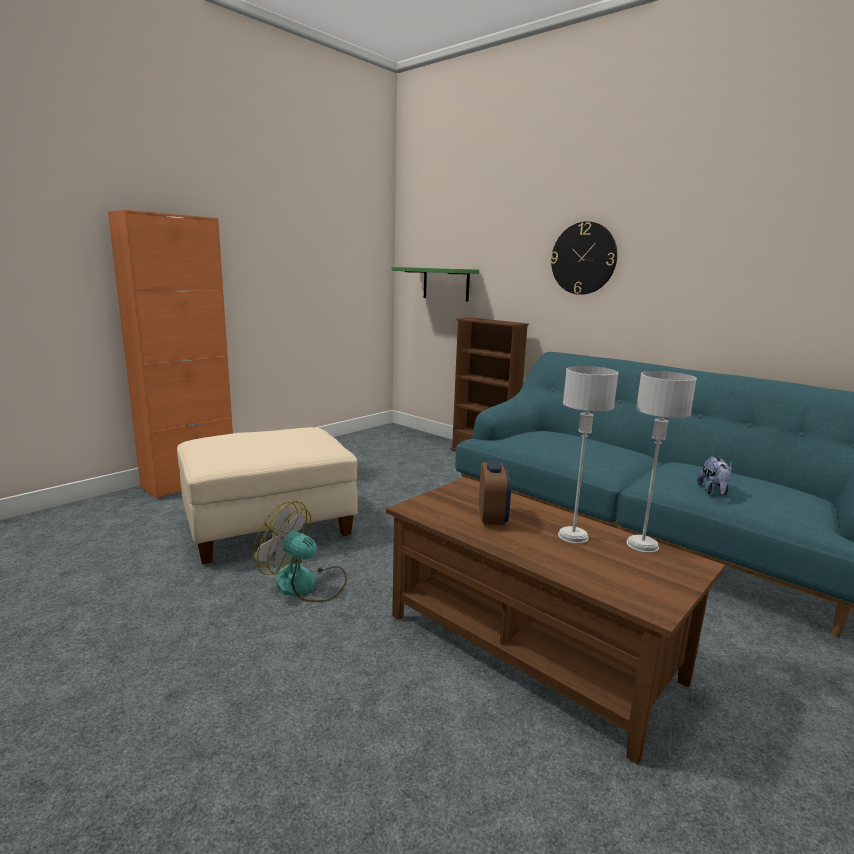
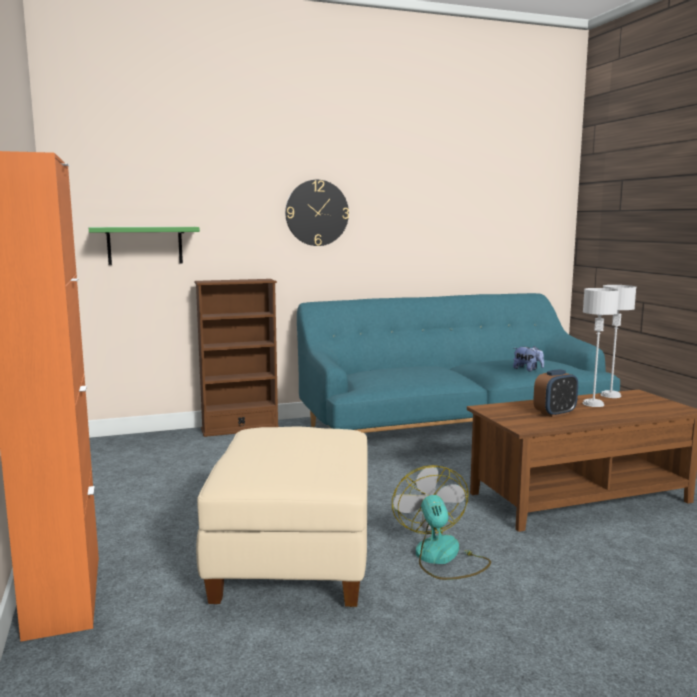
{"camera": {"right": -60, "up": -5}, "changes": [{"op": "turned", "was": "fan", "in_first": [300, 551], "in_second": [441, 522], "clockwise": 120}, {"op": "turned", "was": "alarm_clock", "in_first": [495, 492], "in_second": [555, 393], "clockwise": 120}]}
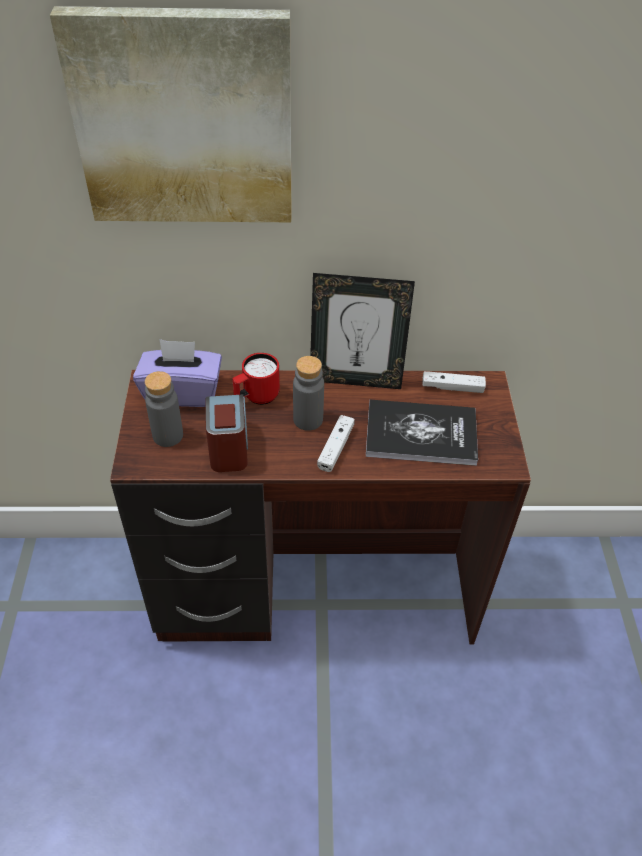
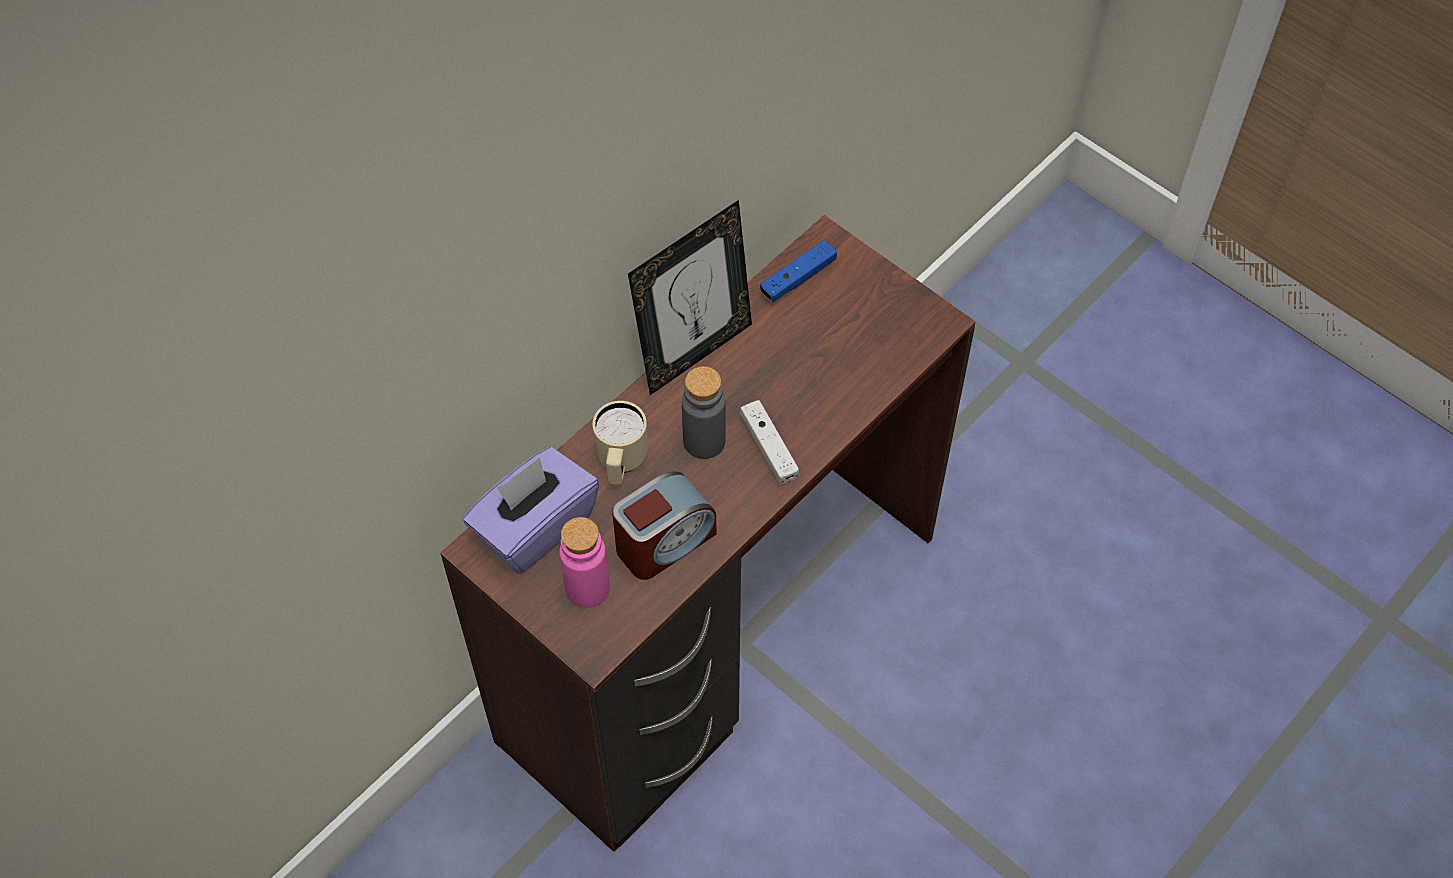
{"camera": {"right": -45, "up": 10}, "changes": [{"op": "removed", "was": "wall_picture", "in_first": [170, 114]}, {"op": "recoloured", "was": "gray_beverage_bottle", "now": "pink_beverage_bottle", "in_first": [164, 409], "in_second": [584, 562]}, {"op": "turned", "was": "alarm_clock", "in_first": [226, 433], "in_second": [664, 525], "clockwise": 105}, {"op": "recoloured", "was": "red-coloured_mug", "now": "beige-coloured_mug", "in_first": [256, 379], "in_second": [620, 443]}, {"op": "removed", "was": "volume", "in_first": [422, 433]}, {"op": "recoloured", "was": "whitish_game_controller", "now": "blue_game_controller", "in_first": [454, 382], "in_second": [798, 271]}]}
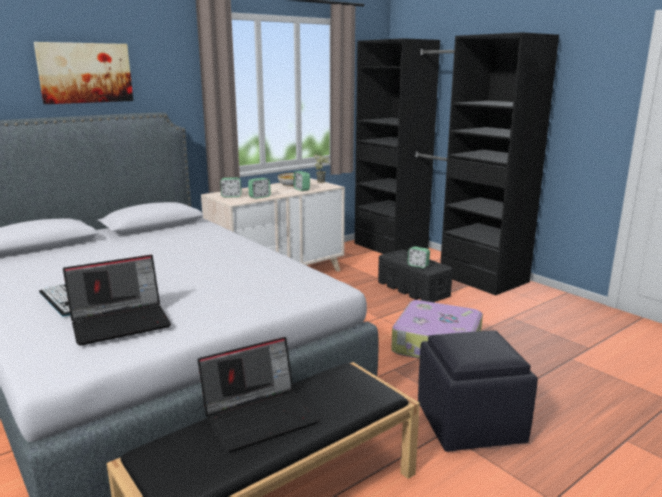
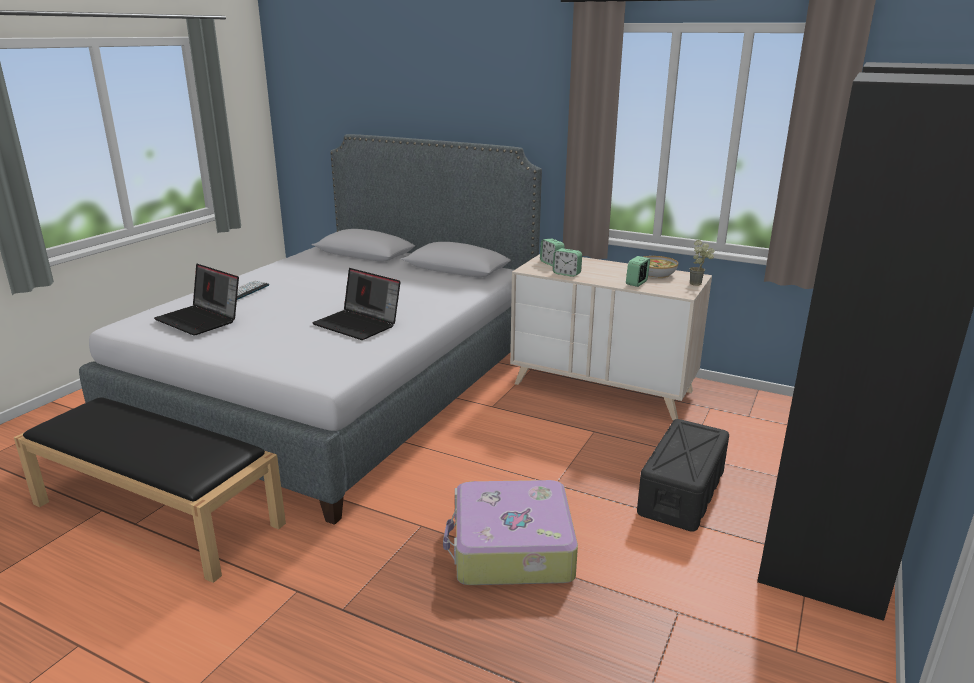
{"camera": {"right": 65, "up": 5}, "changes": [{"op": "removed", "was": "wall_picture", "in_first": [83, 73]}, {"op": "moved", "was": "portable_computer", "in_first": [258, 395], "in_second": [356, 304]}, {"op": "removed", "was": "alarm_clock", "in_first": [418, 257]}, {"op": "removed", "was": "black-coloured_footrest", "in_first": [478, 391]}]}
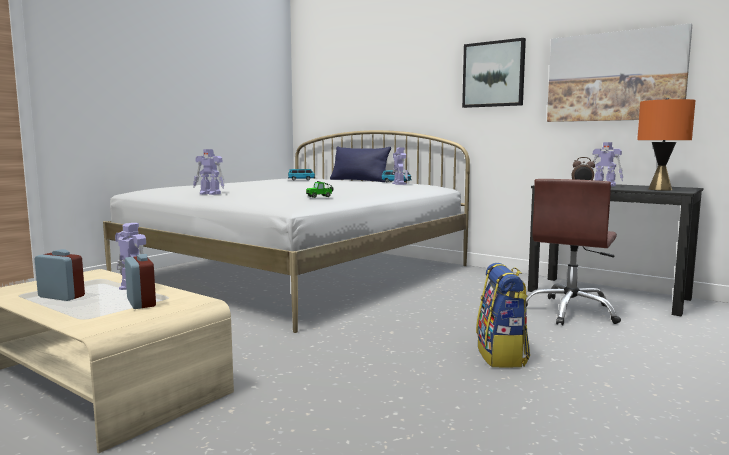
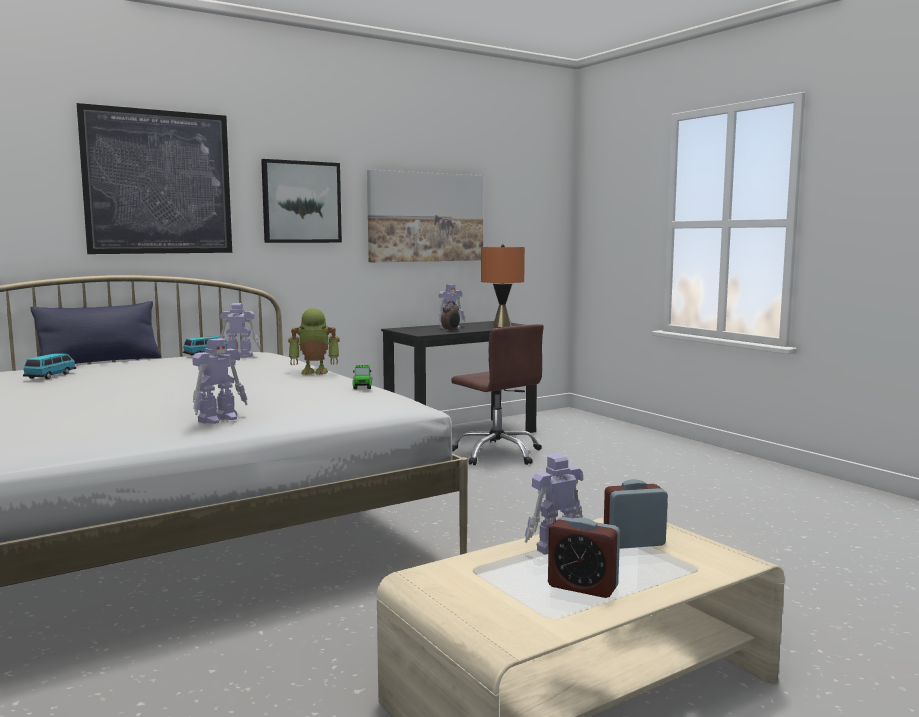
{"camera": {"right": -70, "up": 0}, "changes": [{"op": "turned", "was": "alarm_clock", "in_first": [60, 275], "in_second": [584, 557], "clockwise": -105}, {"op": "removed", "was": "knapsack", "in_first": [503, 315]}, {"op": "added", "now": "wall_picture", "in_second": [154, 178]}, {"op": "added", "now": "robot_figure", "in_second": [313, 341]}]}
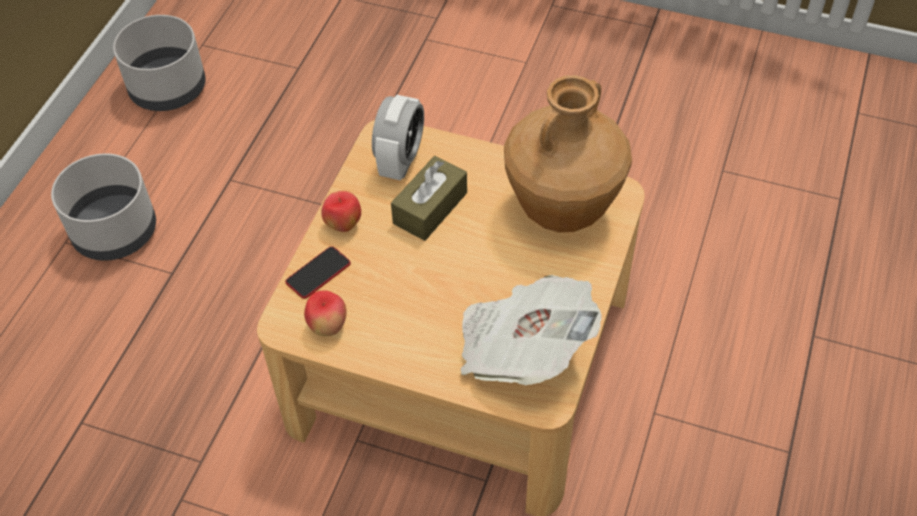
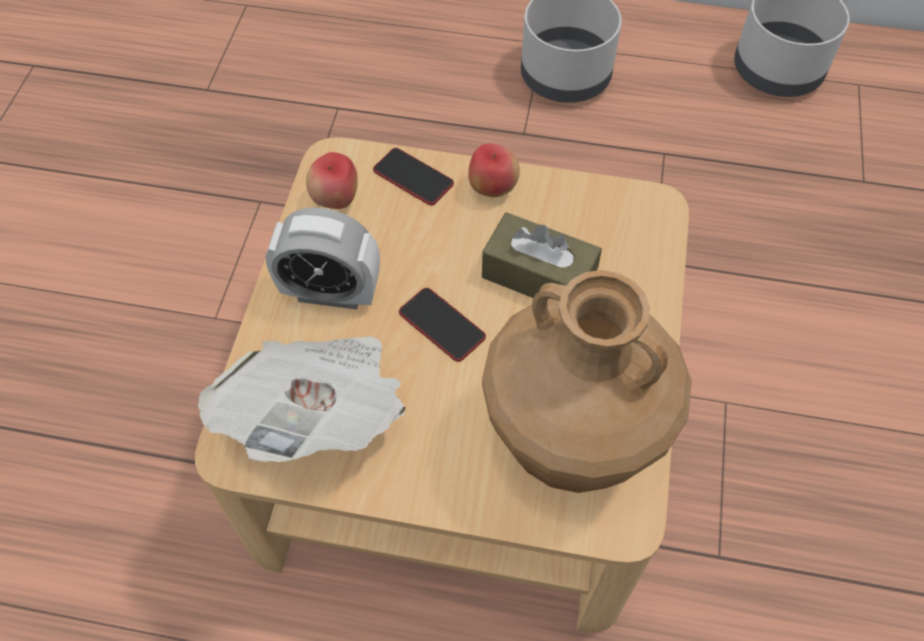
{"camera": {"right": 80, "up": 5}, "changes": [{"op": "moved", "was": "alarm_clock", "in_first": [398, 138], "in_second": [323, 259]}, {"op": "added", "now": "telephone", "in_second": [442, 325]}]}
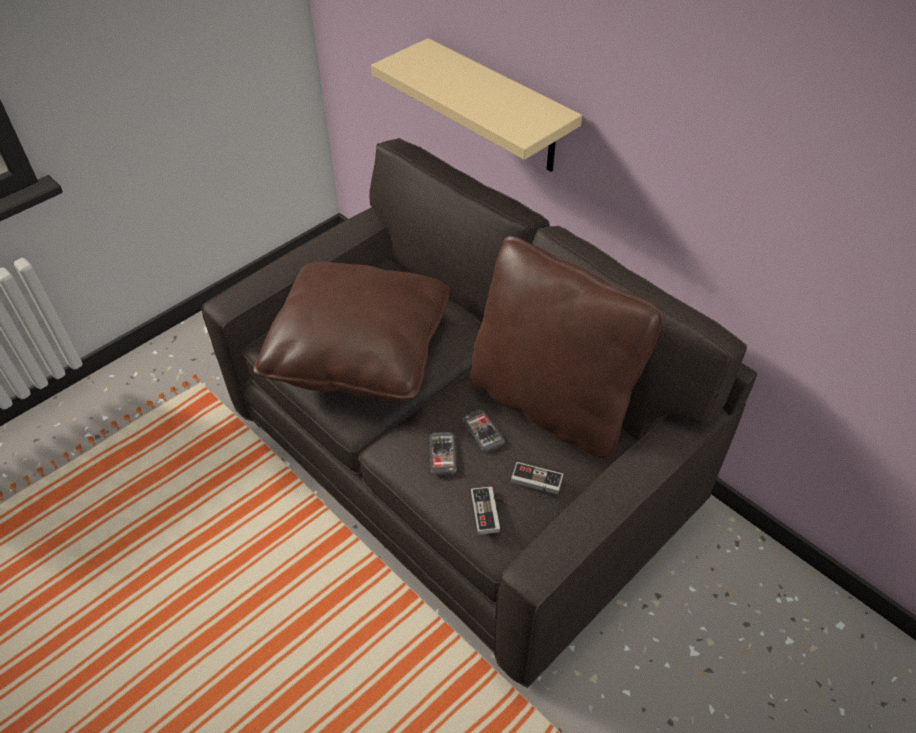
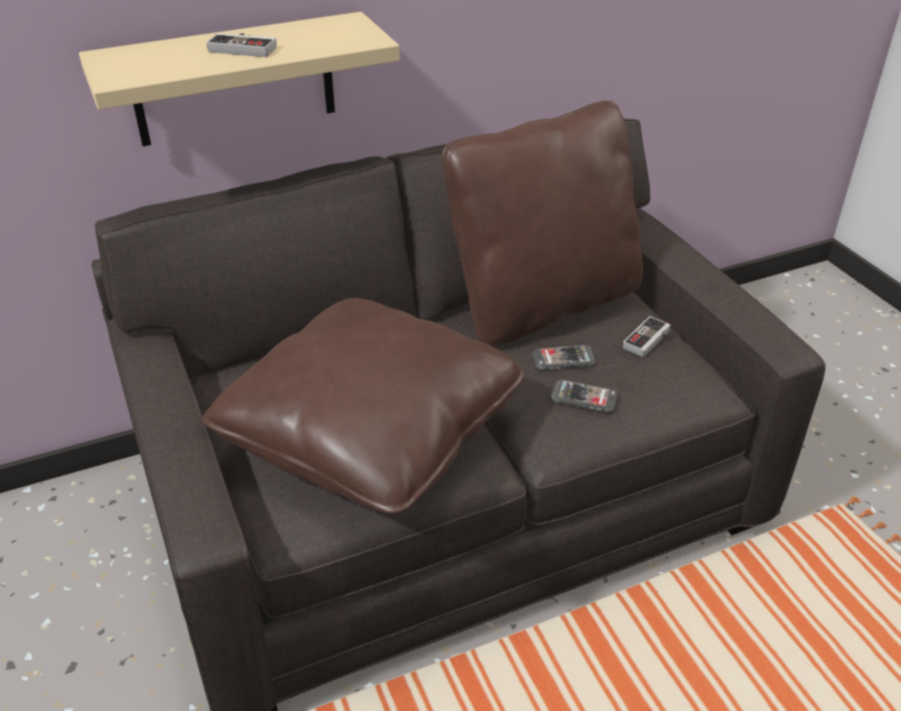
{"camera": {"right": -70, "up": -10}, "changes": [{"op": "moved", "was": "game_controller", "in_first": [488, 510], "in_second": [241, 45]}]}
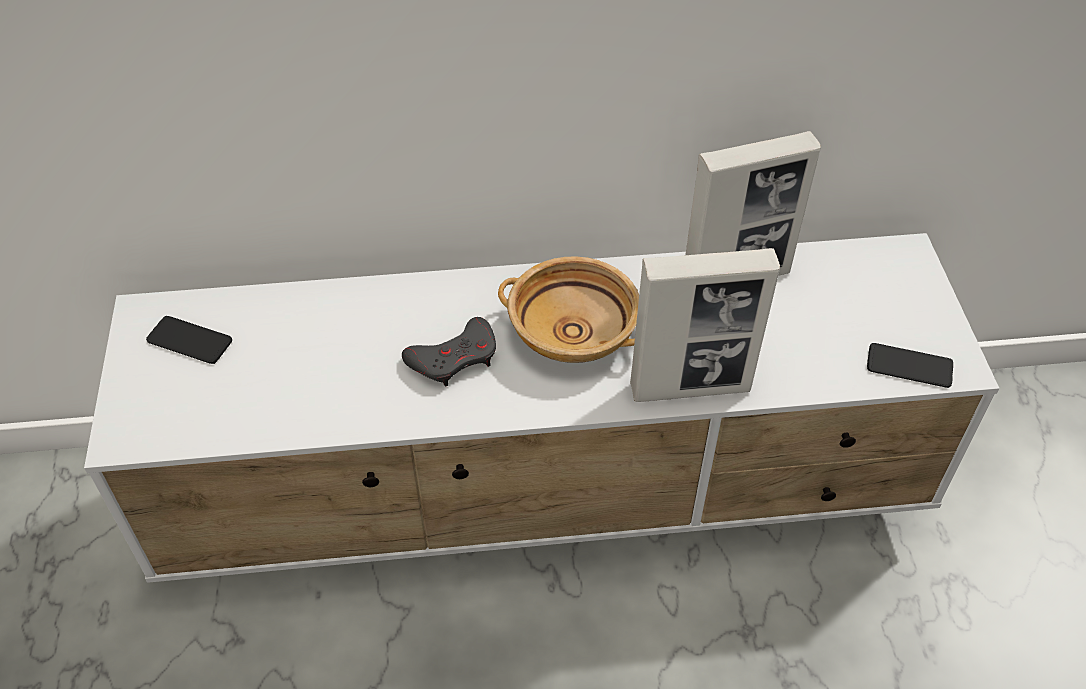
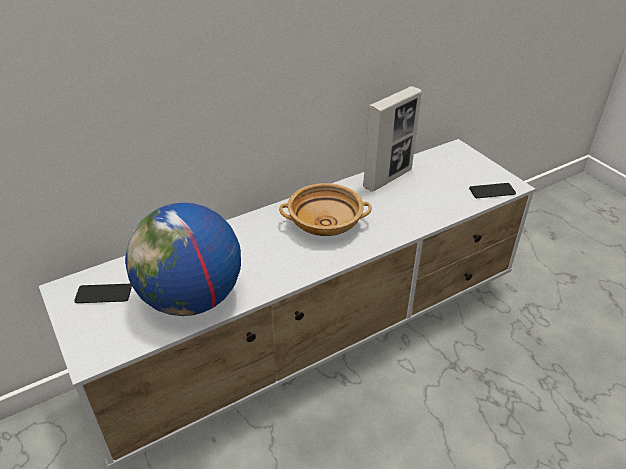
{"camera": {"right": -25, "up": -10}, "changes": [{"op": "removed", "was": "gray_game_controller", "in_first": [449, 352]}, {"op": "removed", "was": "photo_frame", "in_first": [705, 325]}, {"op": "added", "now": "world_globe", "in_second": [183, 259]}]}
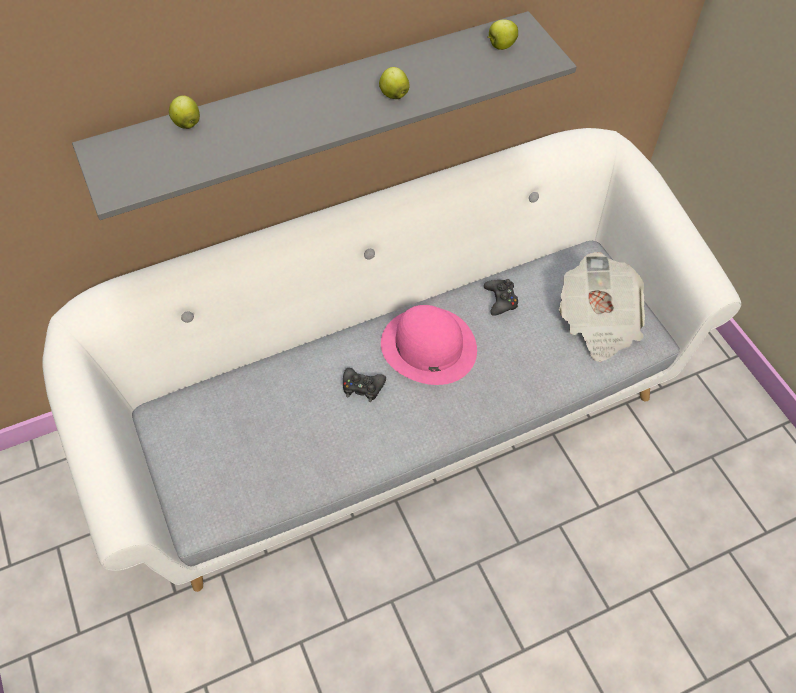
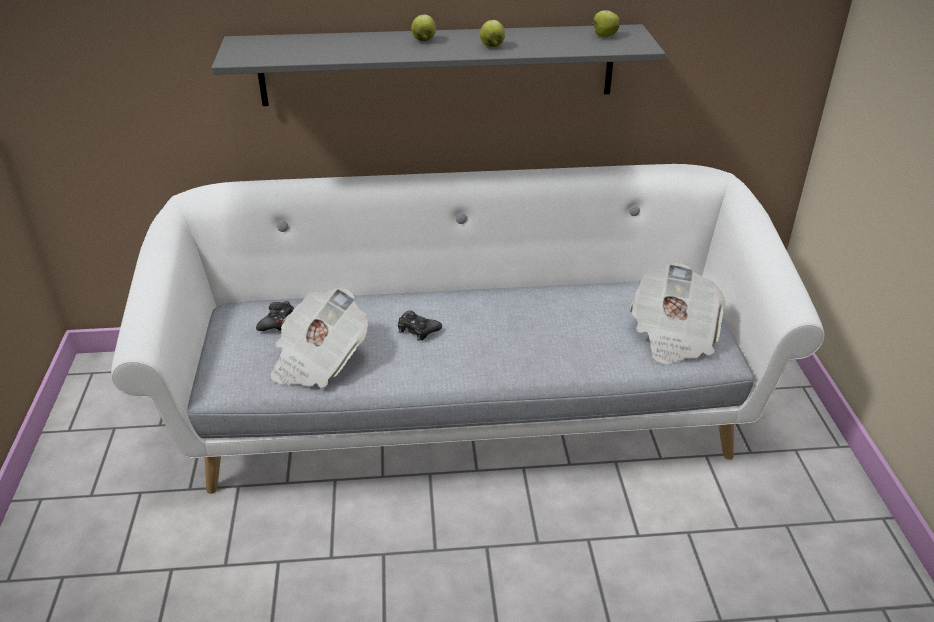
{"camera": {"right": 20, "up": -20}, "changes": [{"op": "moved", "was": "apple_fruit", "in_first": [184, 112], "in_second": [423, 28]}, {"op": "removed", "was": "pink_wearable_hat", "in_first": [429, 345]}, {"op": "moved", "was": "black-coloured_game_controller", "in_first": [501, 297], "in_second": [275, 316]}, {"op": "added", "now": "printed_paper", "in_second": [319, 338]}]}
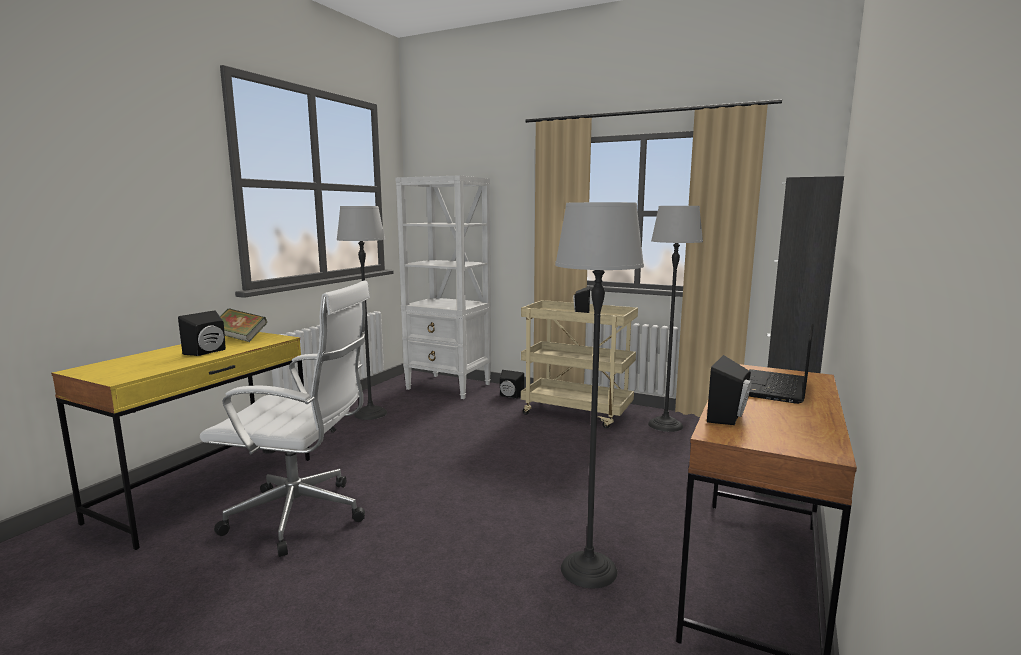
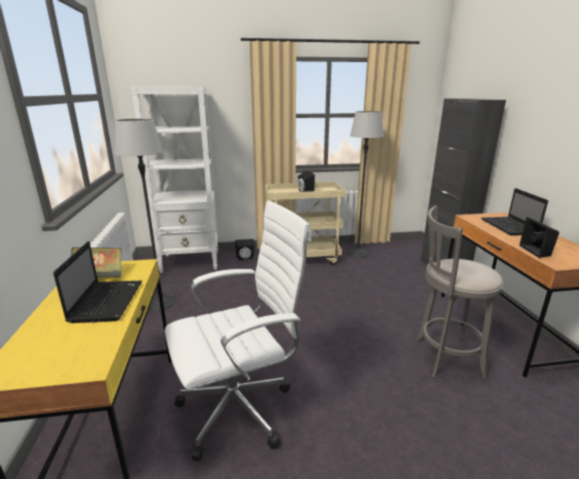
{"camera": {"right": -35, "up": 10}, "changes": [{"op": "replaced", "was": "black-coloured_audio_speaker", "now": "portable_computer", "in_first": [202, 333], "in_second": [97, 282]}, {"op": "replaced", "was": "floor_lamp", "now": "gray_stool", "in_first": [599, 395], "in_second": [459, 292]}]}
